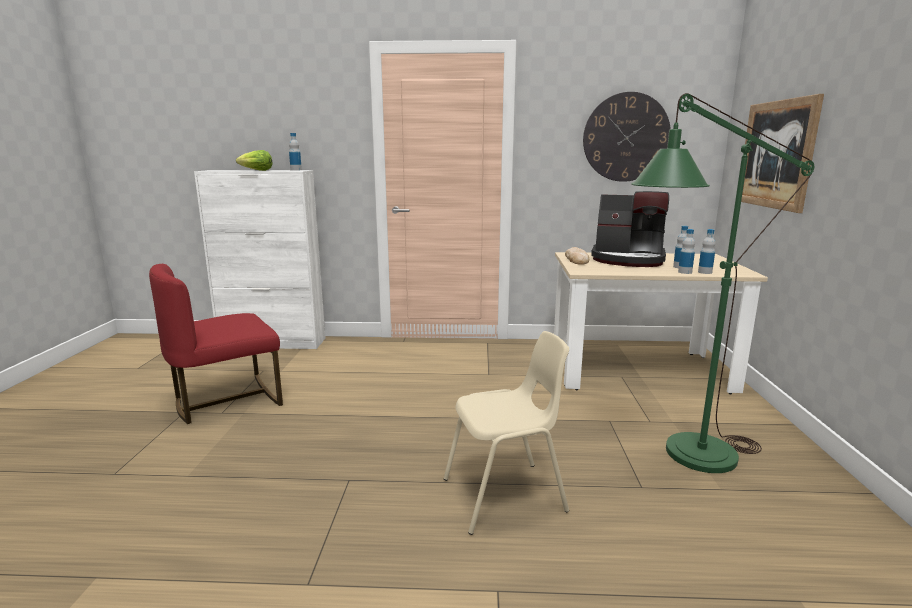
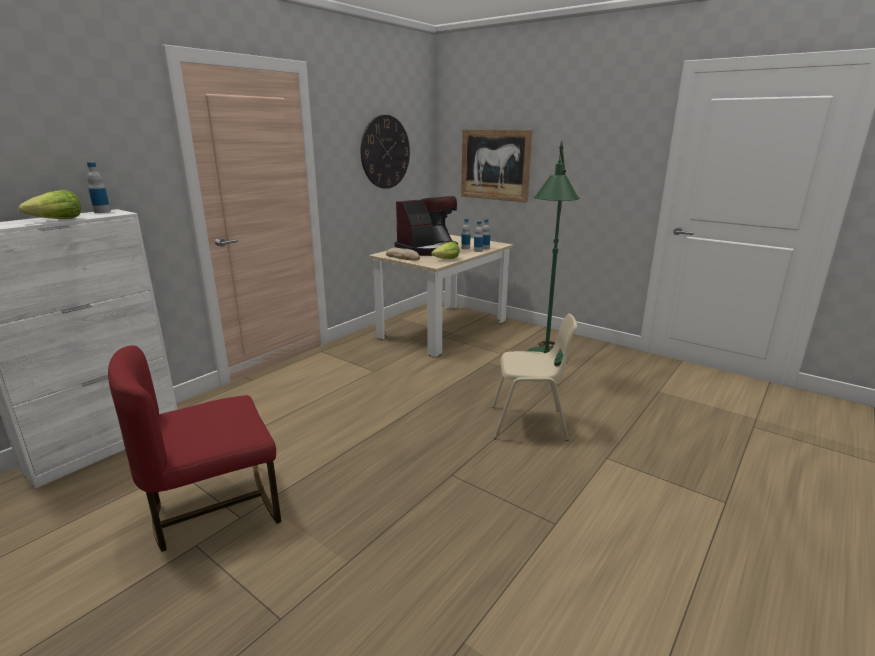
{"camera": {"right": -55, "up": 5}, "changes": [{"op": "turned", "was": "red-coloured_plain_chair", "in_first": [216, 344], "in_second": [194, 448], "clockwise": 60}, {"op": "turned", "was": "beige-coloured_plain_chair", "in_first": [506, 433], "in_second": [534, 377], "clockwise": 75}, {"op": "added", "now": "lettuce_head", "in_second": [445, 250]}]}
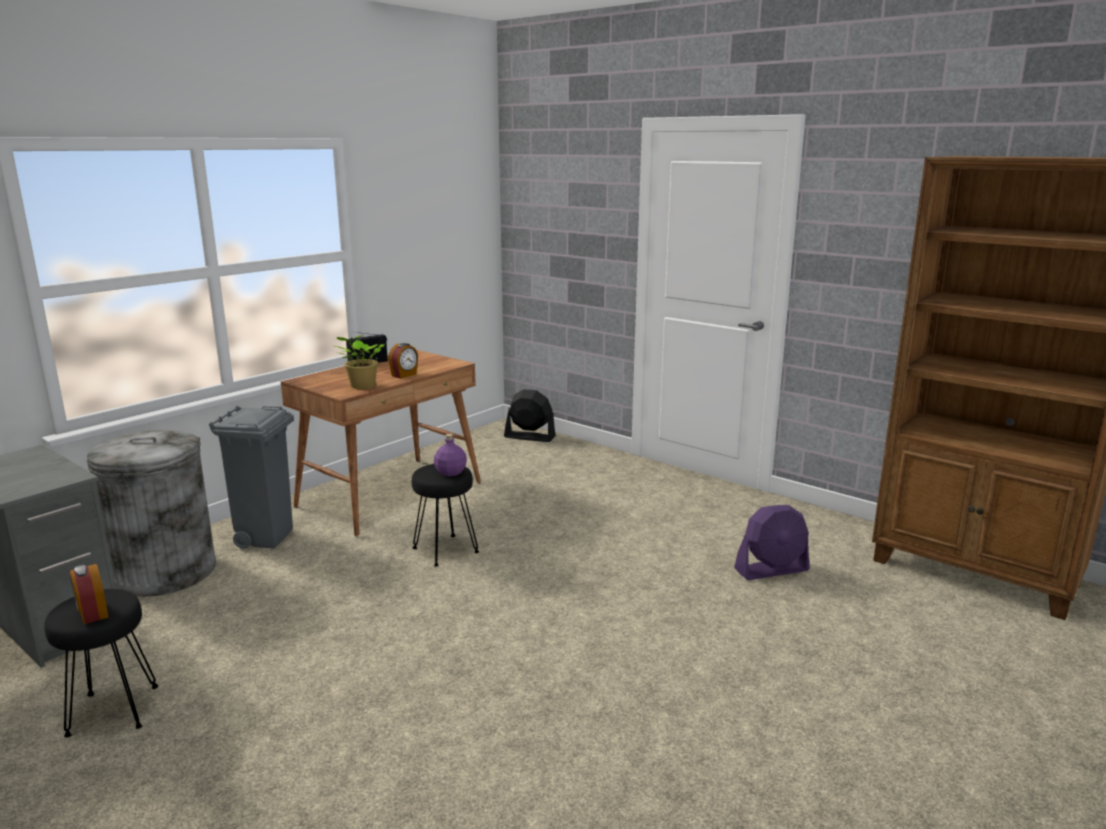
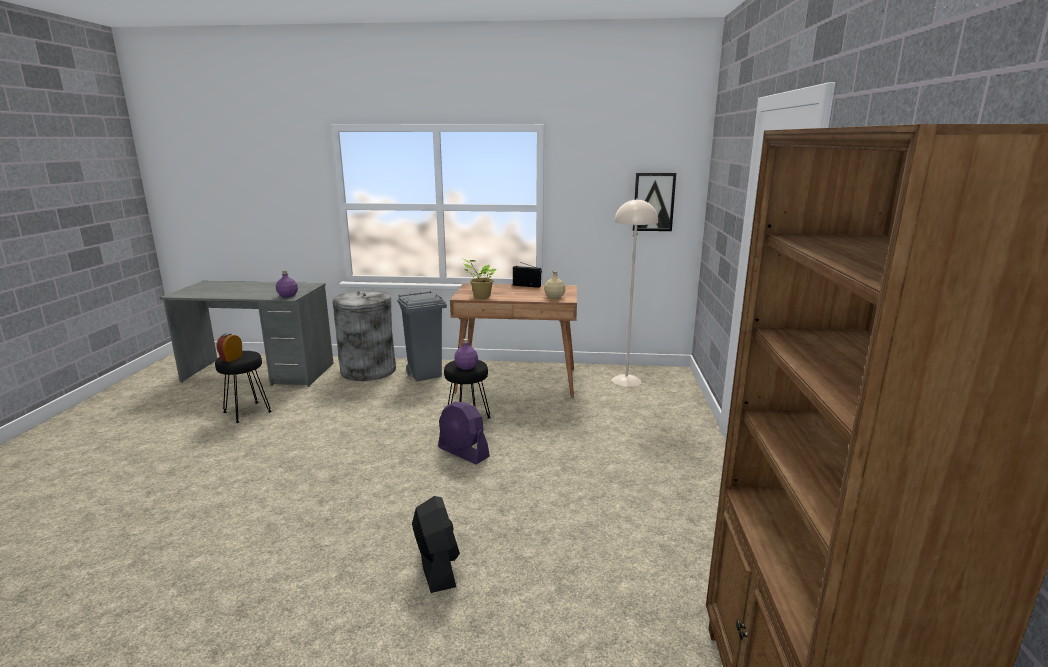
{"camera": {"right": 55, "up": 0}, "changes": [{"op": "removed", "was": "alarm_clock", "in_first": [403, 361]}, {"op": "moved", "was": "black-coloured_fan", "in_first": [530, 415], "in_second": [436, 544]}, {"op": "moved", "was": "purplish_fan", "in_first": [772, 542], "in_second": [464, 432]}, {"op": "added", "now": "purplish_beverage_bottle", "in_second": [287, 284]}, {"op": "added", "now": "beige-coloured_beverage_bottle", "in_second": [554, 285]}, {"op": "added", "now": "beige-coloured_floor_lamp", "in_second": [635, 292]}, {"op": "added", "now": "wall_picture", "in_second": [654, 202]}]}
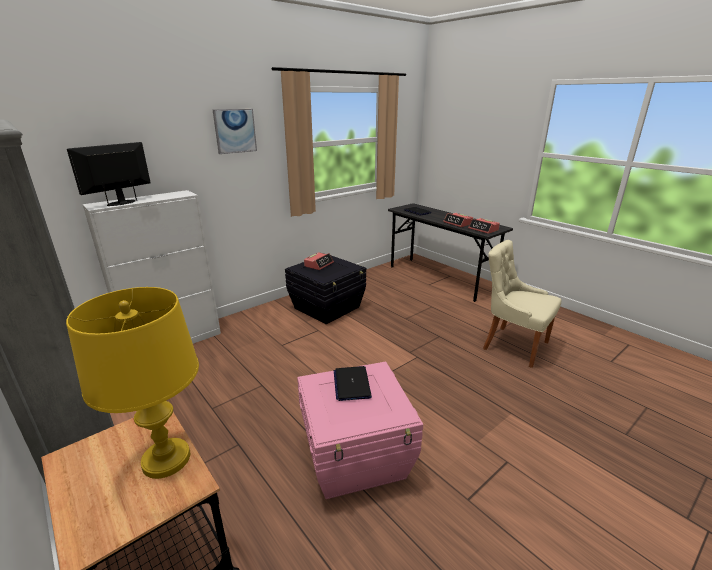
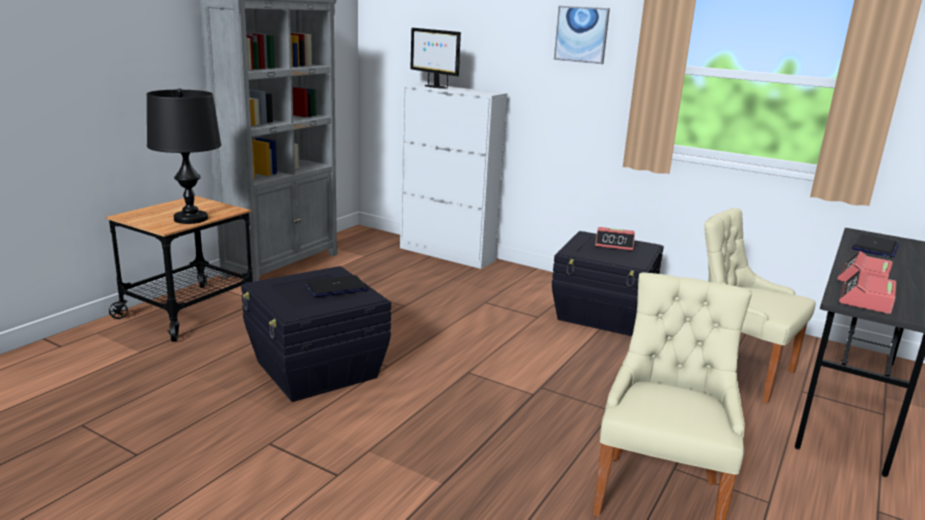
{"camera": {"right": 70, "up": -5}, "changes": [{"op": "recoloured", "was": "yellowish_tabletop_lamp", "now": "black-coloured_tabletop_lamp", "in_first": [132, 383], "in_second": [184, 156]}, {"op": "turned", "was": "computer_display", "in_first": [109, 174], "in_second": [435, 58], "clockwise": -150}, {"op": "recoloured", "was": "pink_storage_box", "now": "black-coloured_storage_box", "in_first": [360, 430], "in_second": [316, 334]}, {"op": "added", "now": "beige-coloured_plain_chair", "in_second": [759, 306]}]}
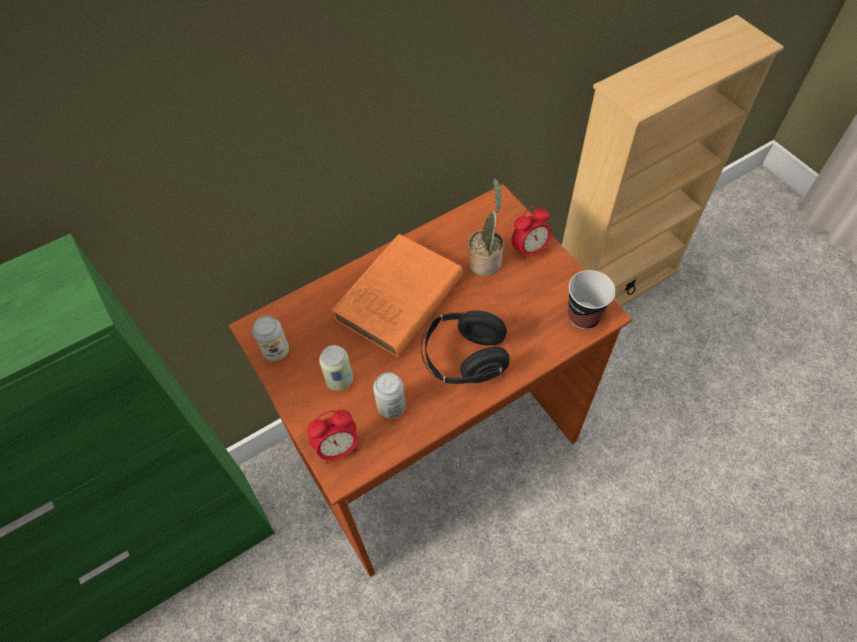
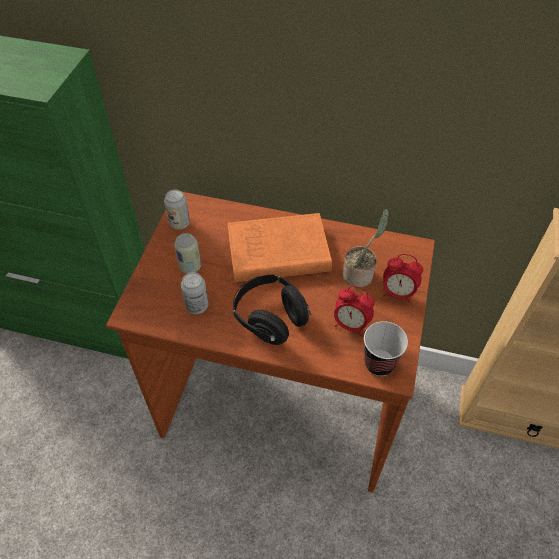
{"camera": {"right": 45, "up": -5}, "changes": [{"op": "moved", "was": "alarm_clock", "in_first": [332, 437], "in_second": [354, 311]}]}
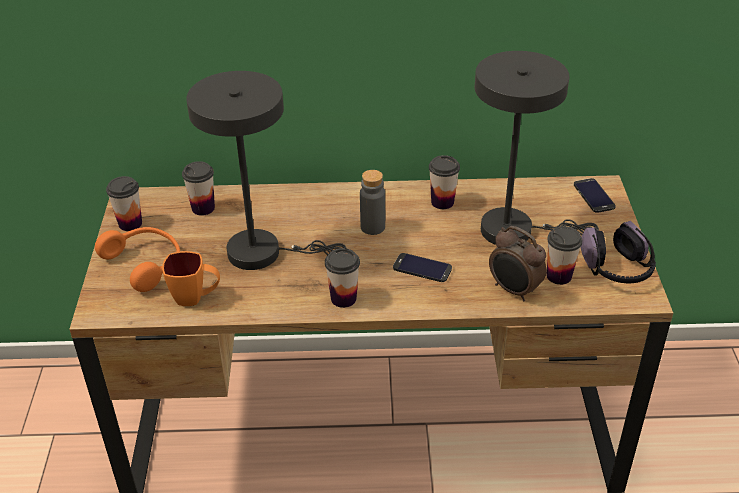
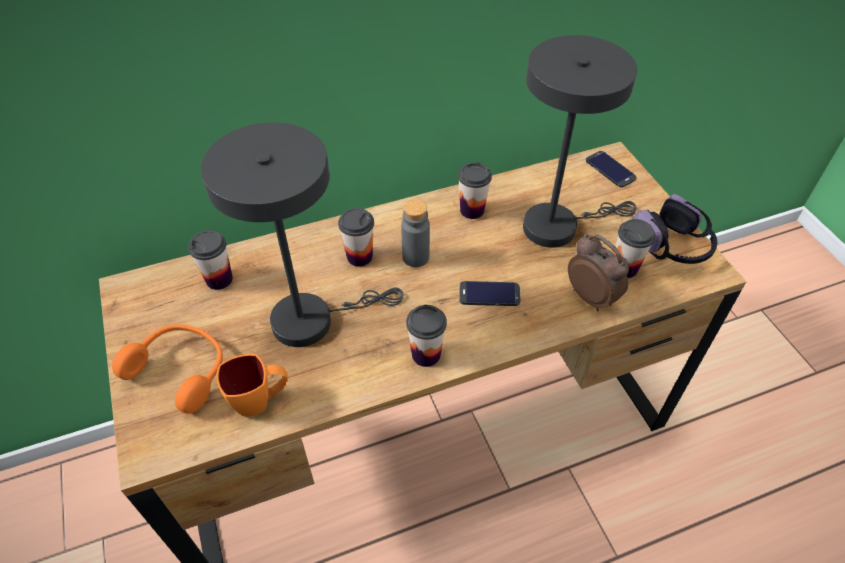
{"camera": {"right": -20, "up": 10}, "changes": [{"op": "moved", "was": "cup", "in_first": [124, 203], "in_second": [356, 237]}, {"op": "turned", "was": "alarm_clock", "in_first": [517, 263], "in_second": [598, 272], "clockwise": -150}]}
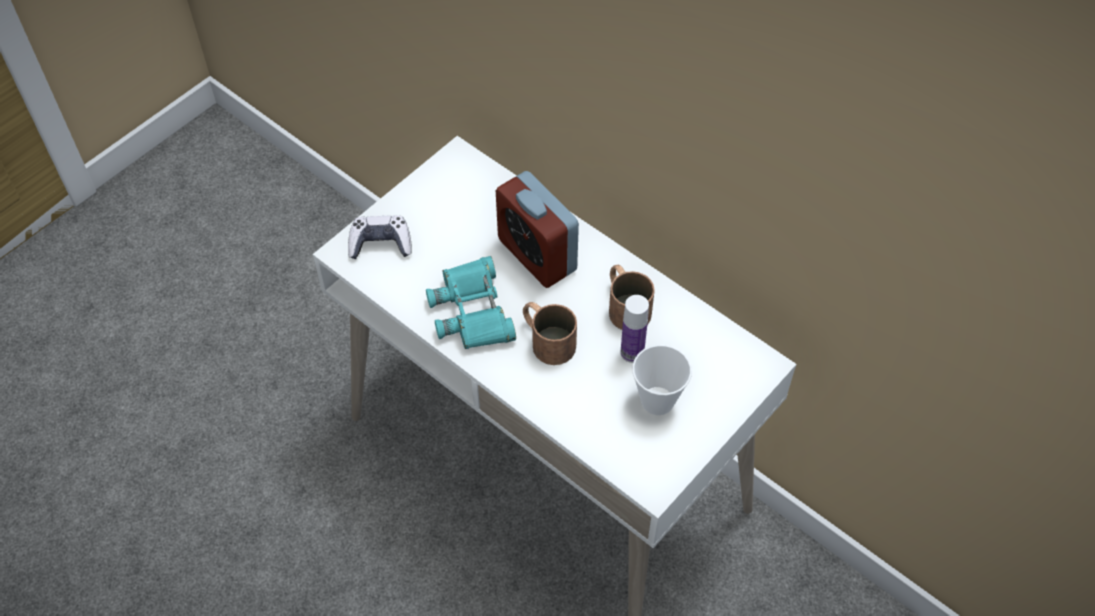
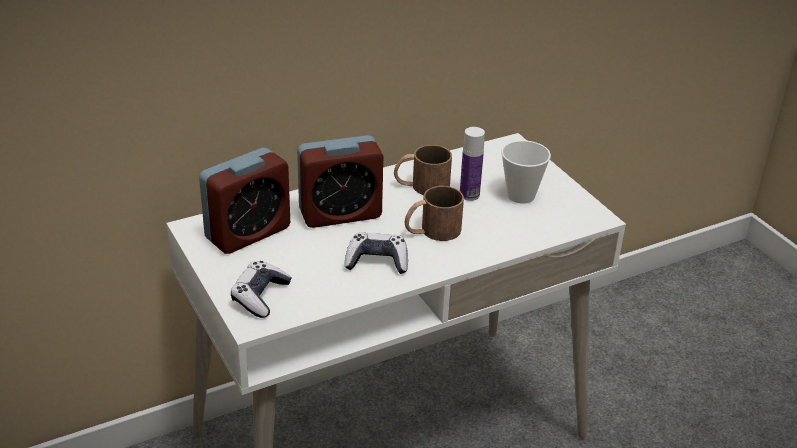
{"camera": {"right": -70, "up": -20}, "changes": [{"op": "replaced", "was": "blue-green_binoculars", "now": "game_controller", "in_first": [471, 302], "in_second": [376, 253]}, {"op": "added", "now": "alarm_clock", "in_second": [244, 201]}]}
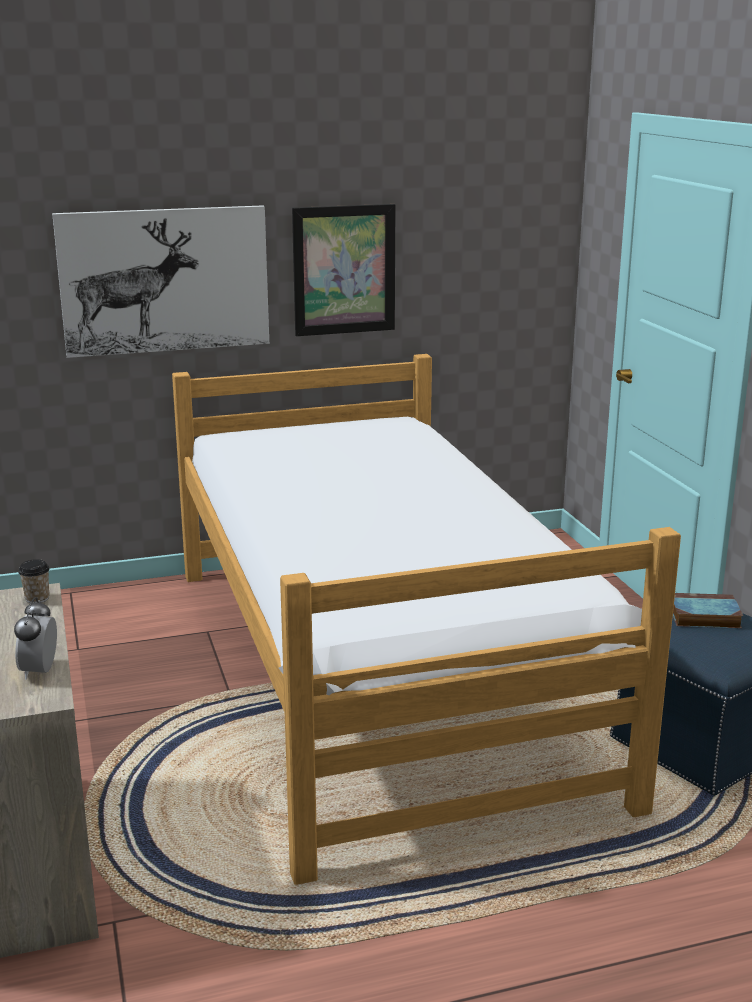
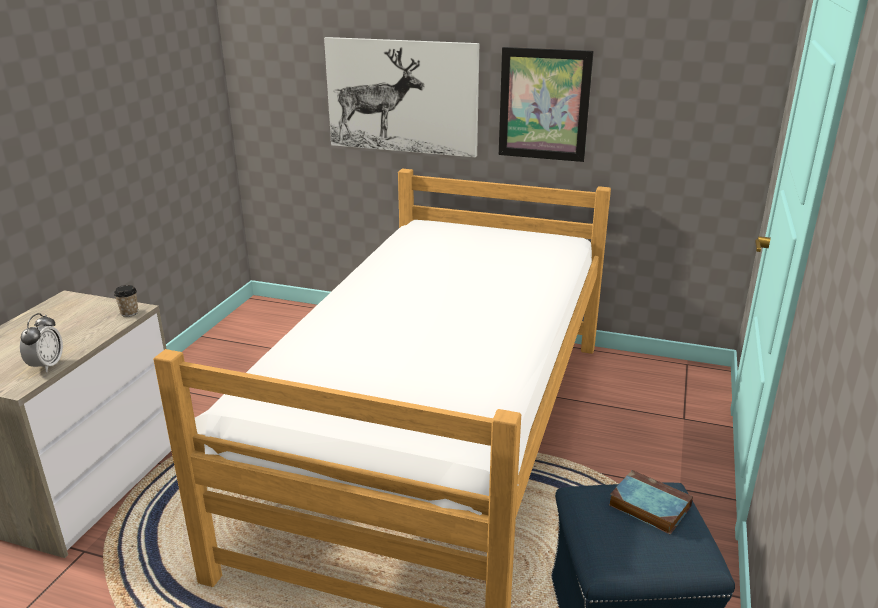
{"camera": {"right": 35, "up": 5}, "changes": [{"op": "turned", "was": "alarm_clock", "in_first": [35, 638], "in_second": [41, 342], "clockwise": 150}]}
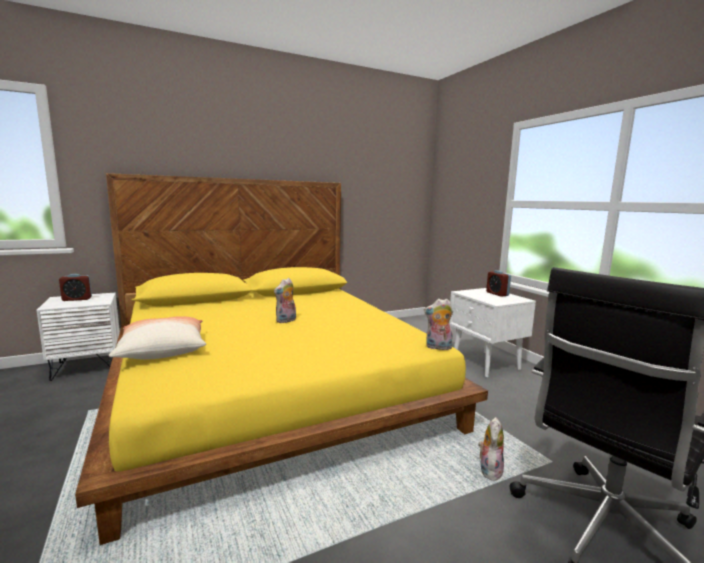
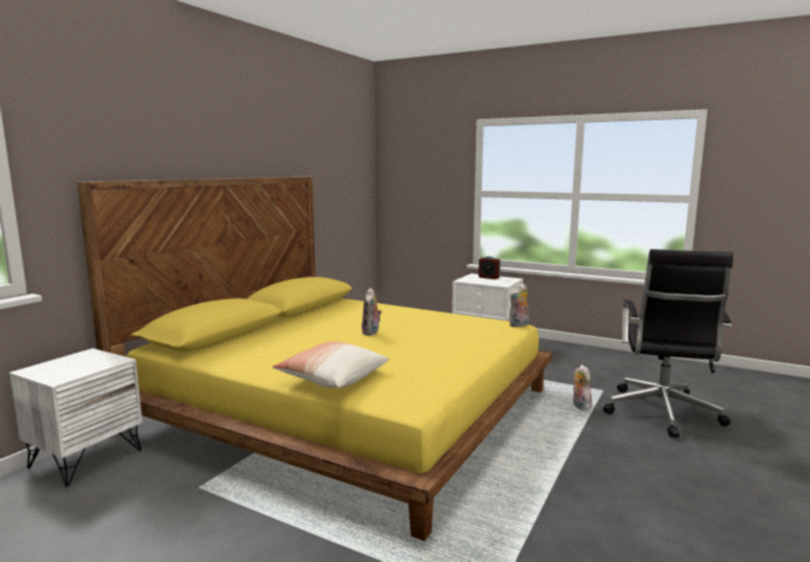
{"camera": {"right": -35, "up": 0}, "changes": [{"op": "removed", "was": "alarm_clock", "in_first": [75, 287]}]}
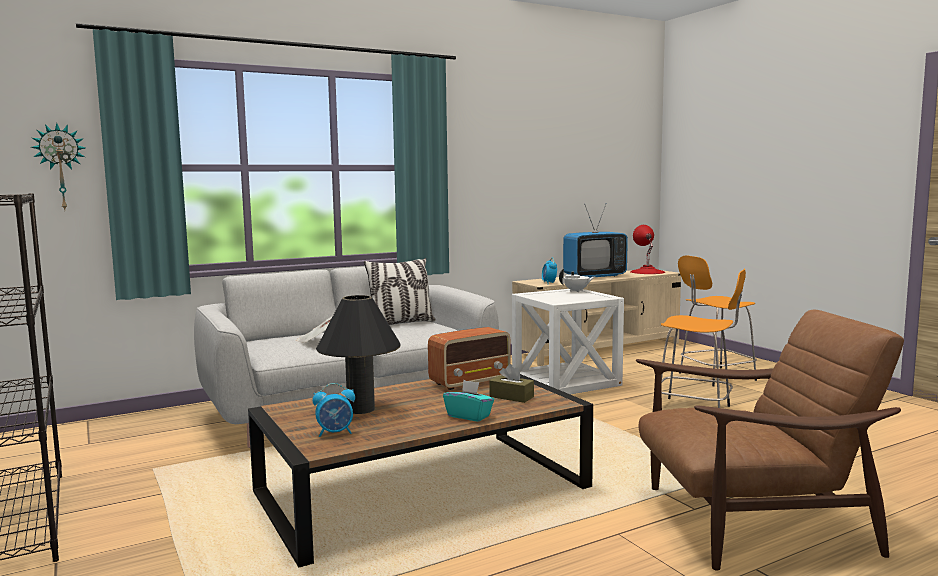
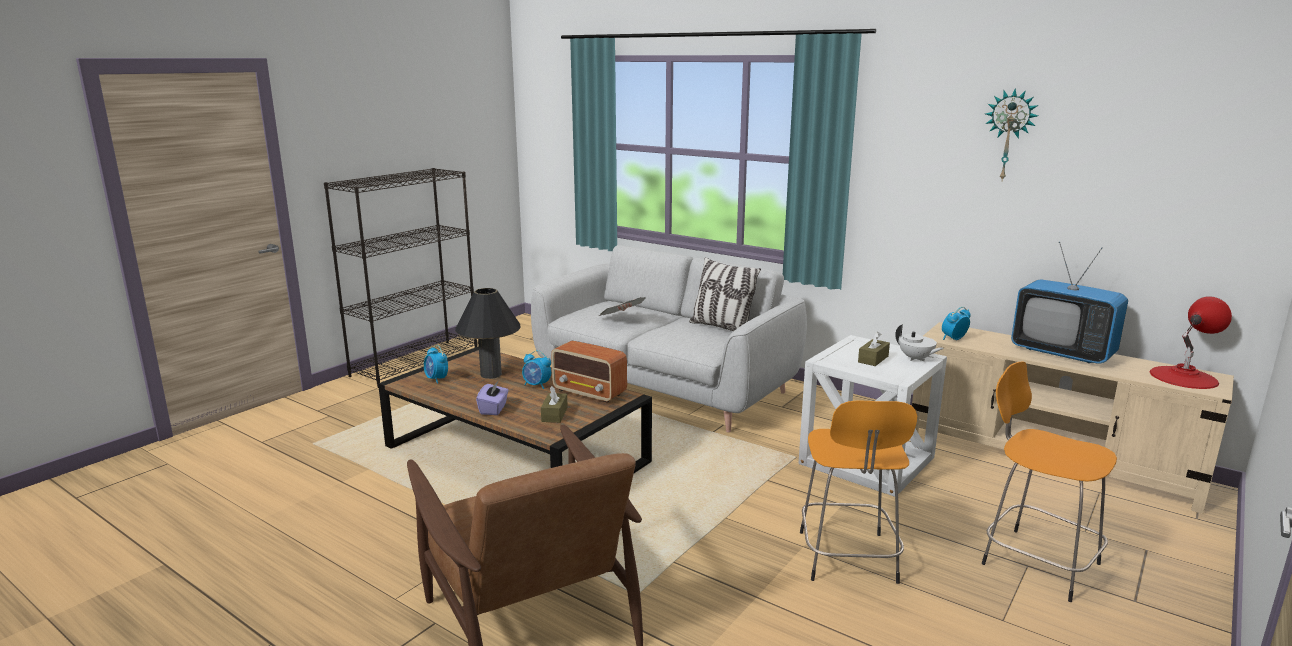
{"camera": {"right": 65, "up": 10}, "changes": [{"op": "moved", "was": "wall_clock", "in_first": [58, 166], "in_second": [1011, 134]}, {"op": "recoloured", "was": "blue-green_box_of_tissues", "now": "purplish_box_of_tissues", "in_first": [468, 401], "in_second": [492, 397]}, {"op": "added", "now": "alarm_clock", "in_second": [536, 369]}, {"op": "added", "now": "brownish_box_of_tissues", "in_second": [874, 349]}]}
